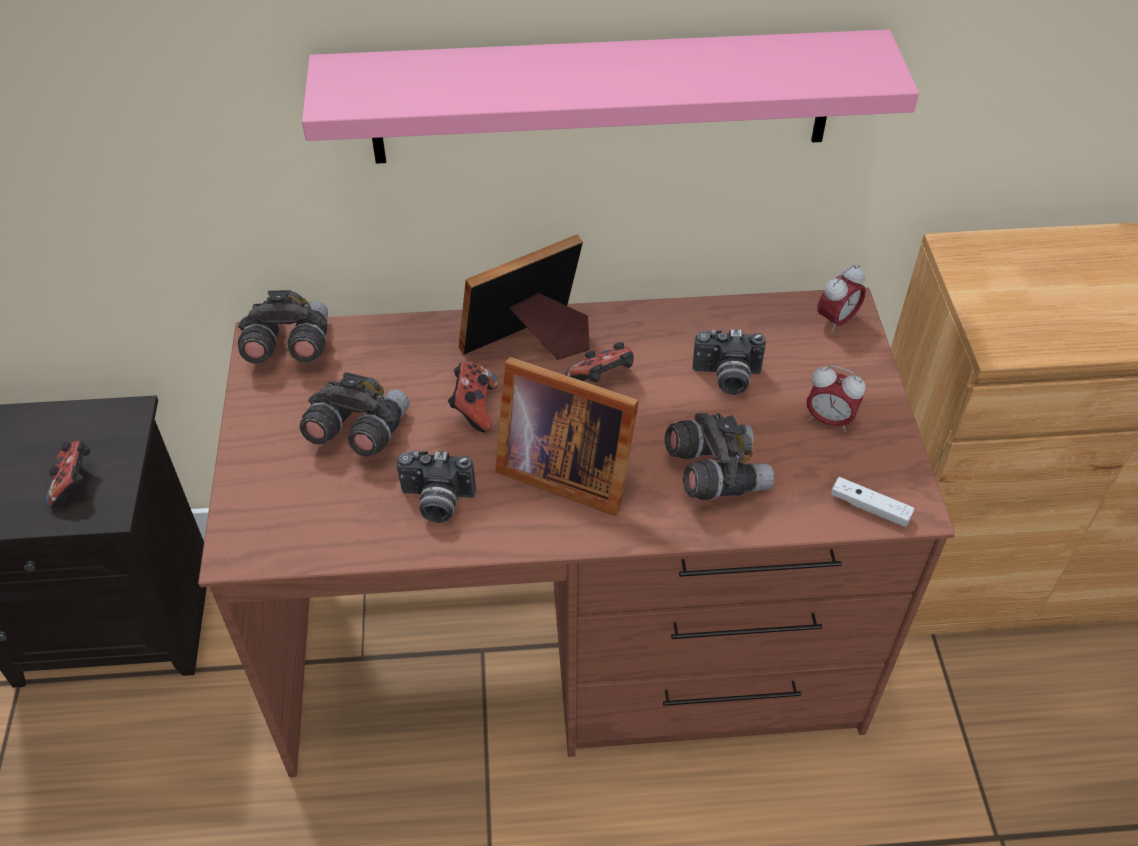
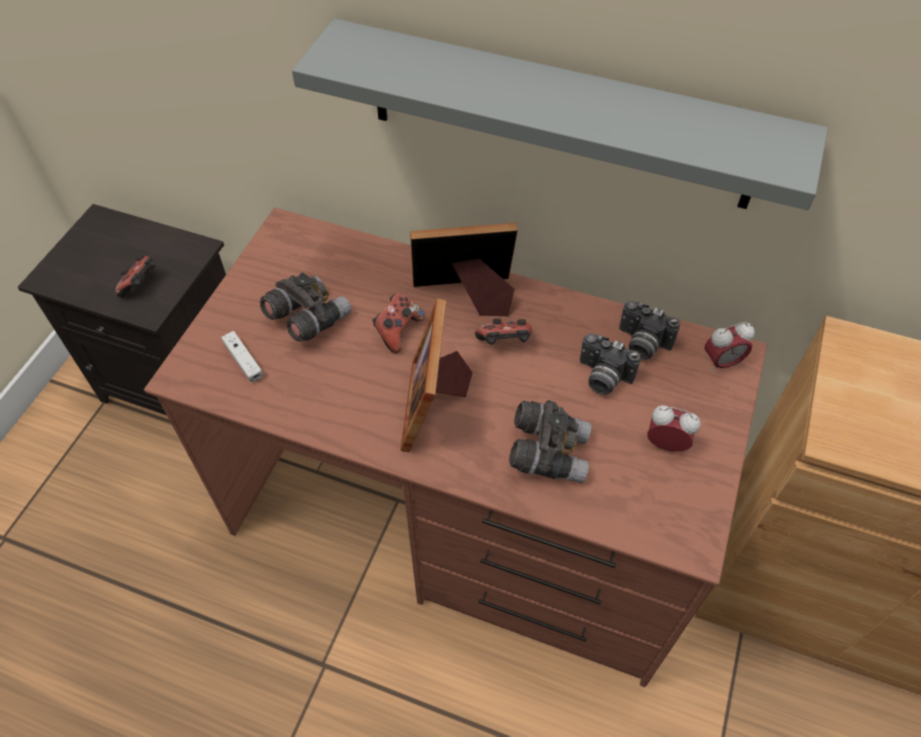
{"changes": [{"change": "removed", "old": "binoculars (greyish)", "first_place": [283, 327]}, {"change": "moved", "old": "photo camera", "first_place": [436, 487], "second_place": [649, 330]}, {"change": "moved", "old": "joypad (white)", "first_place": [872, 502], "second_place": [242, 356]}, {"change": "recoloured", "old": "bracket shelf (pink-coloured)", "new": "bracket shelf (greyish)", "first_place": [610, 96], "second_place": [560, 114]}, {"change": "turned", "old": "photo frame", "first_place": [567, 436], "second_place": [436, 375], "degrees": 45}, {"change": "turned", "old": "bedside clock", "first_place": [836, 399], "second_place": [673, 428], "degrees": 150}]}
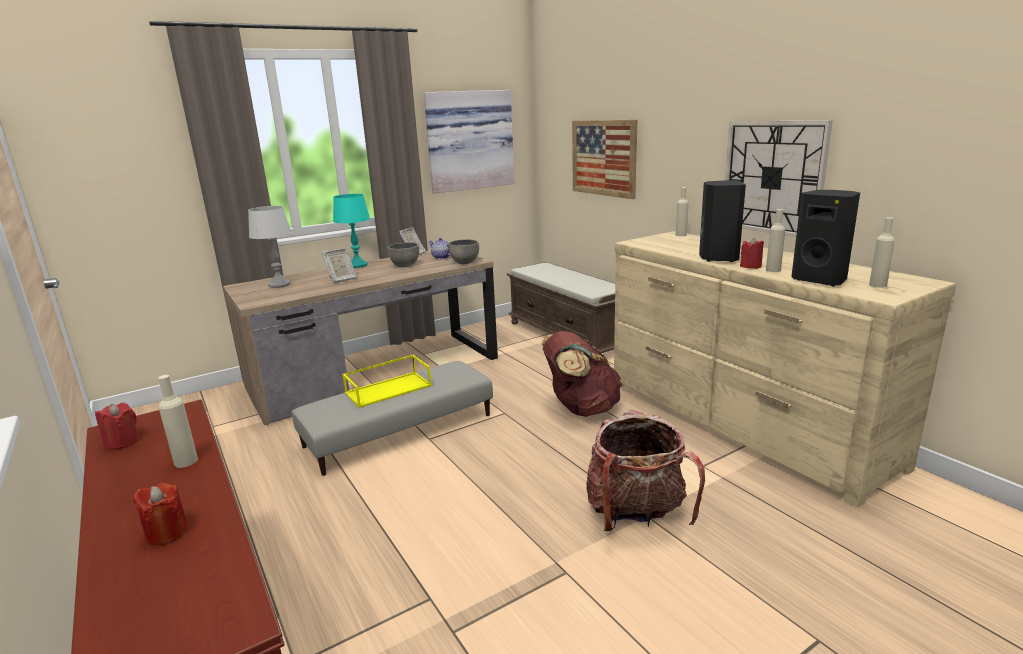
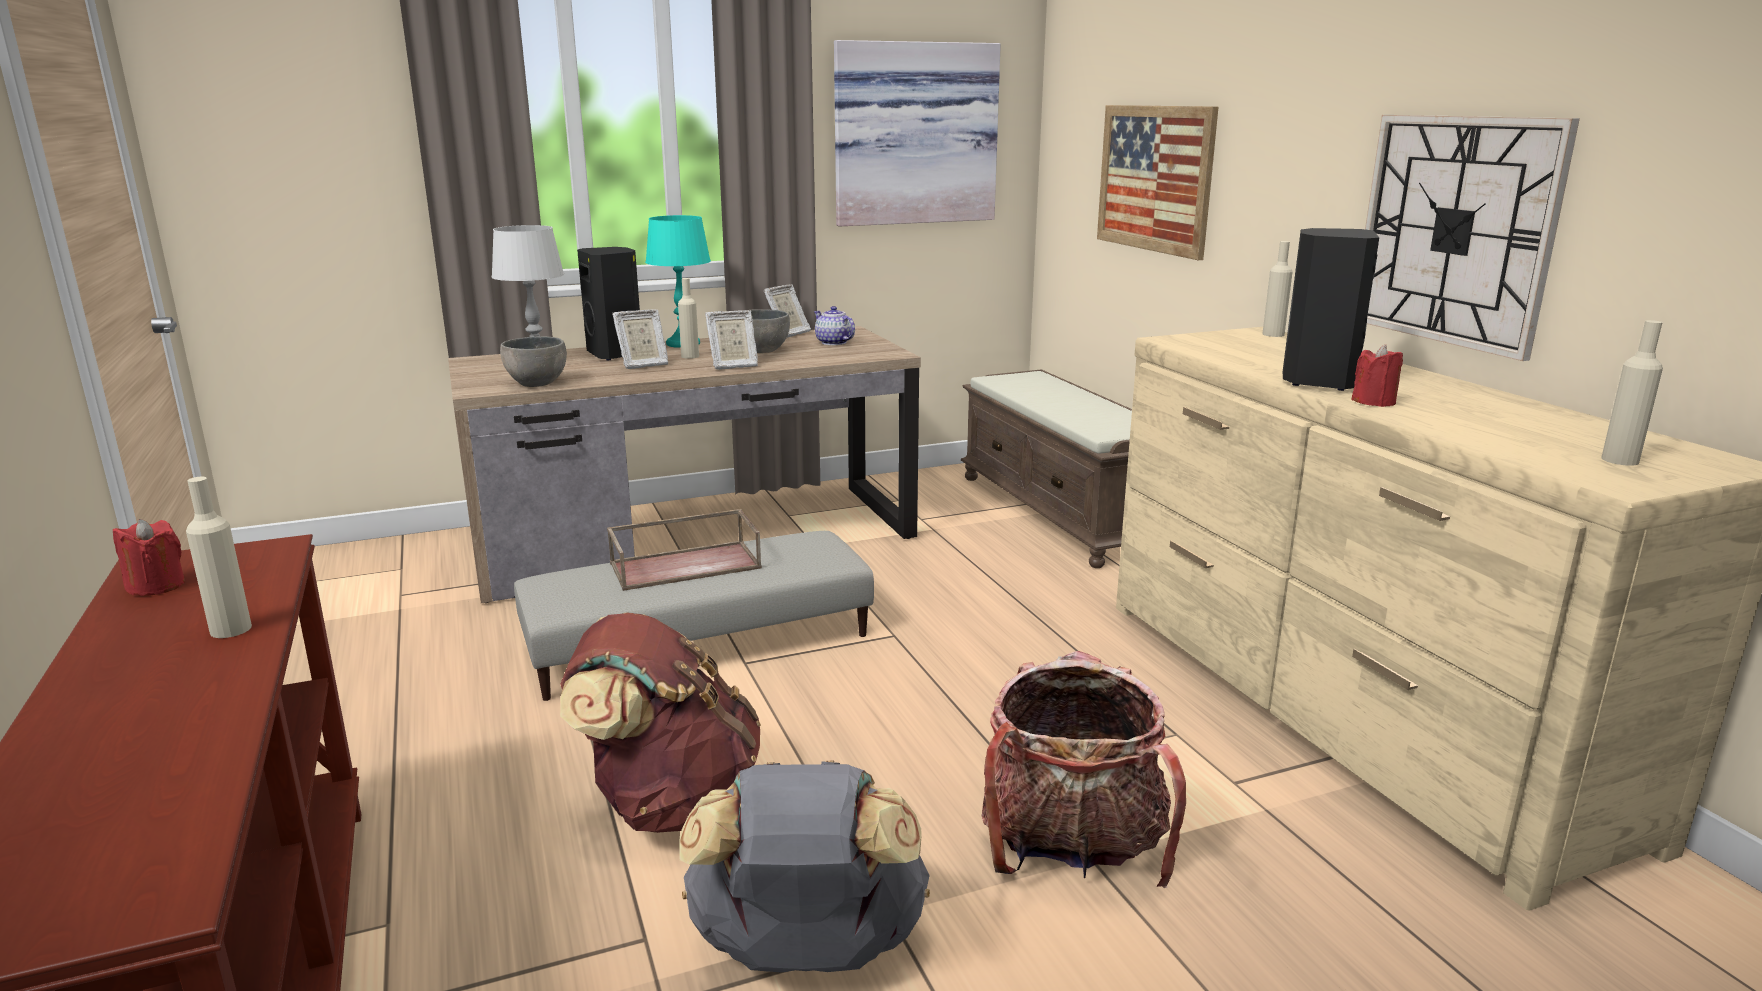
{"changes": [{"change": "removed", "old": "wax candle (reddish)", "first_place": [160, 514]}, {"change": "added", "new": "backpack (greyish)", "second_place": [804, 866]}, {"change": "added", "new": "photo frame", "second_place": [731, 340]}, {"change": "moved", "old": "serving bowl (greyish)", "first_place": [463, 251], "second_place": [533, 361]}, {"change": "moved", "old": "backpack (brown)", "first_place": [582, 374], "second_place": [660, 722]}, {"change": "moved", "old": "drink bottle (beige-coloured)", "first_place": [776, 240], "second_place": [688, 318]}, {"change": "moved", "old": "speaker (black-coloured)", "first_place": [825, 238], "second_place": [608, 304]}, {"change": "recoloured", "old": "carrying tray (yellowish)", "new": "carrying tray (brown)", "first_place": [387, 381], "second_place": [684, 550]}]}
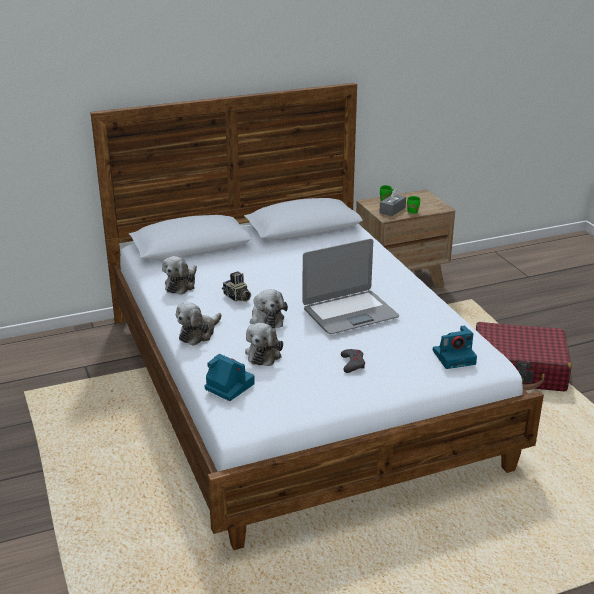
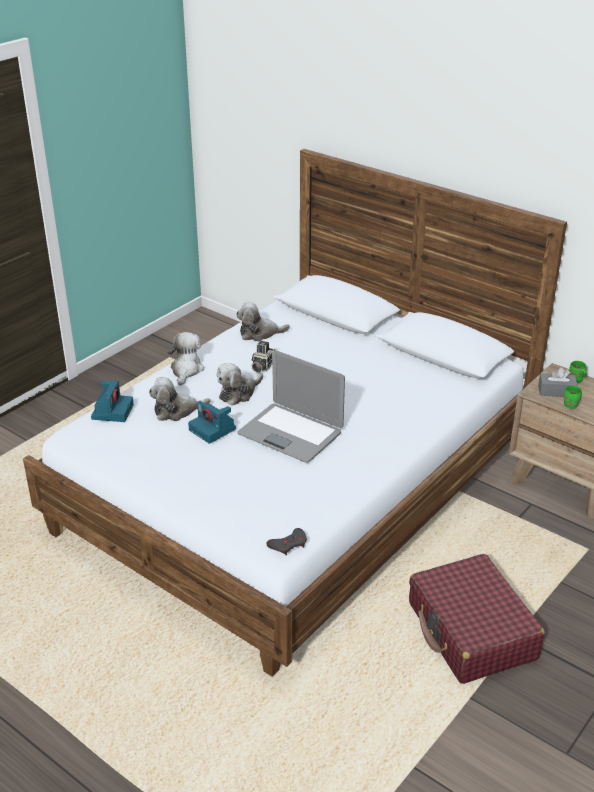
{"changes": [{"change": "moved", "old": "joypad (greyish)", "first_place": [353, 361], "second_place": [286, 541]}, {"change": "moved", "old": "photo camera", "first_place": [455, 347], "second_place": [212, 422]}, {"change": "turned", "old": "cuddly toy", "first_place": [198, 324], "second_place": [186, 359], "degrees": 90}]}
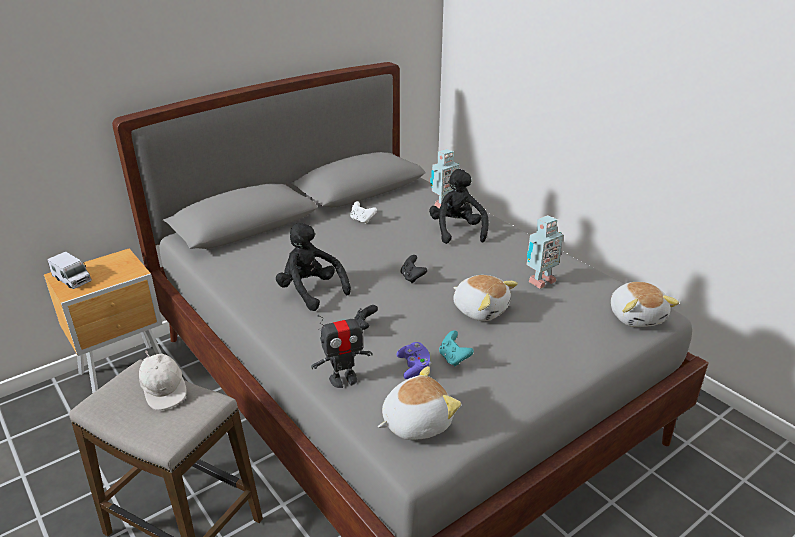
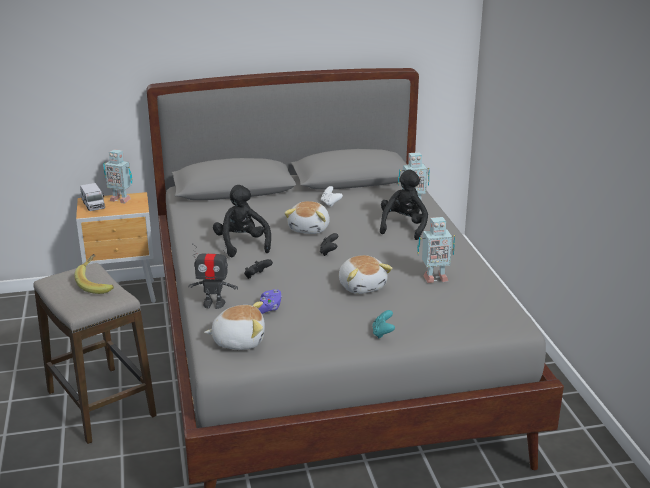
{"changes": [{"change": "added", "new": "toy robot", "second_place": [117, 176]}, {"change": "moved", "old": "joypad (blue-green)", "first_place": [456, 348], "second_place": [383, 324]}, {"change": "moved", "old": "cuddly toy", "first_place": [645, 304], "second_place": [307, 217]}, {"change": "replaced", "old": "baseball cap (white)", "new": "banana", "first_place": [163, 380], "second_place": [94, 274]}]}
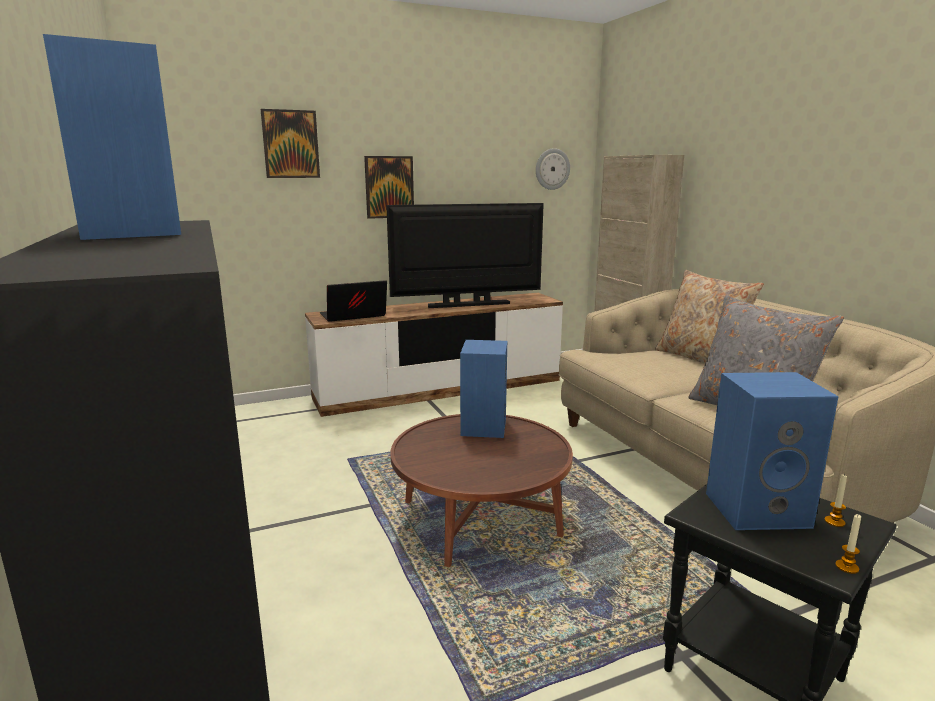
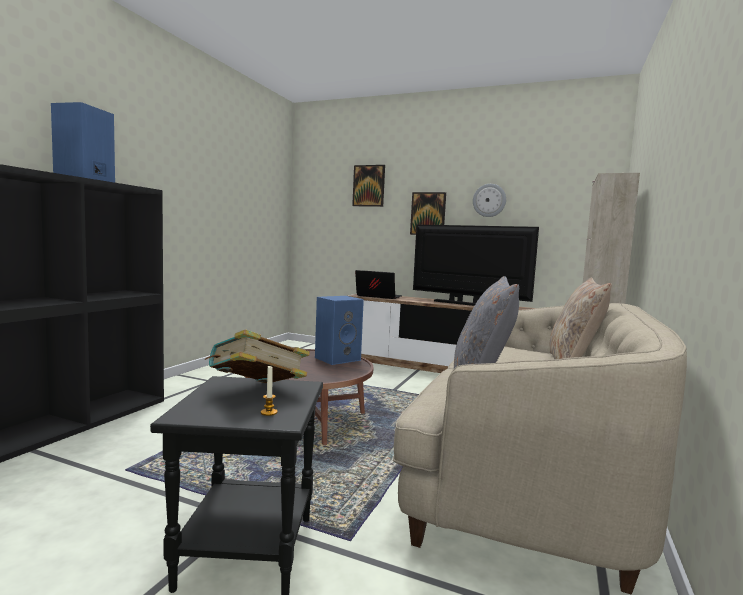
{"changes": [{"change": "removed", "old": "wax candle", "first_place": [848, 544]}, {"change": "moved", "old": "wall clock", "first_place": [553, 169], "second_place": [489, 200]}, {"change": "replaced", "old": "speaker (blue-coloured)", "new": "volume", "first_place": [772, 451], "second_place": [257, 356]}]}
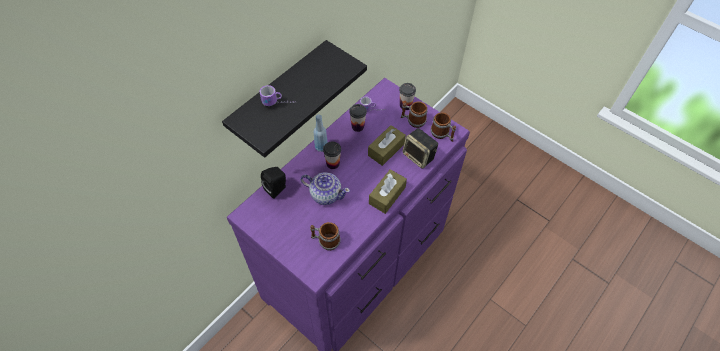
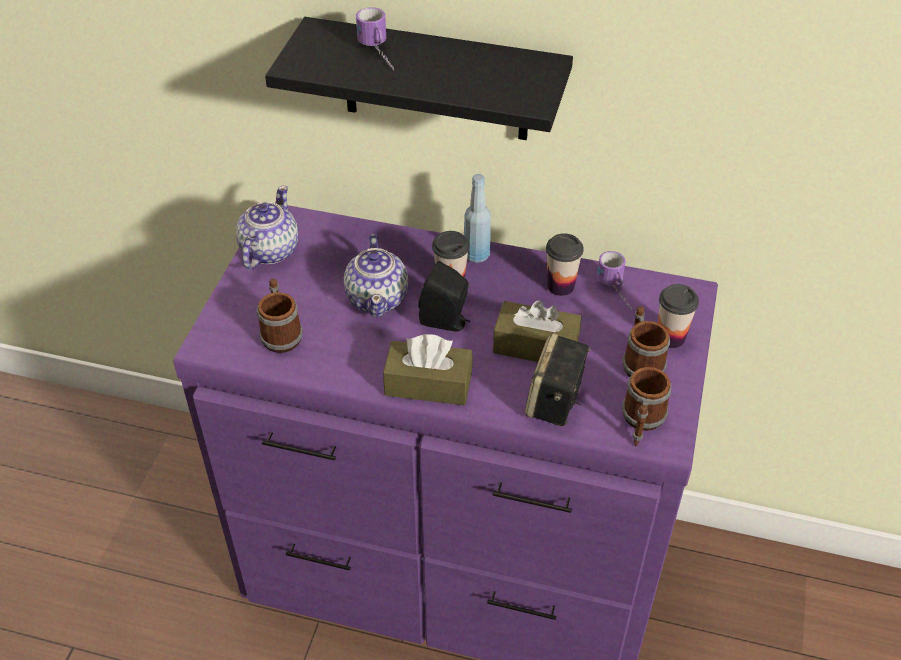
{"changes": [{"change": "added", "new": "pot for tea", "second_place": [267, 228]}, {"change": "moved", "old": "speaker (black-coloured)", "first_place": [273, 183], "second_place": [444, 296]}]}
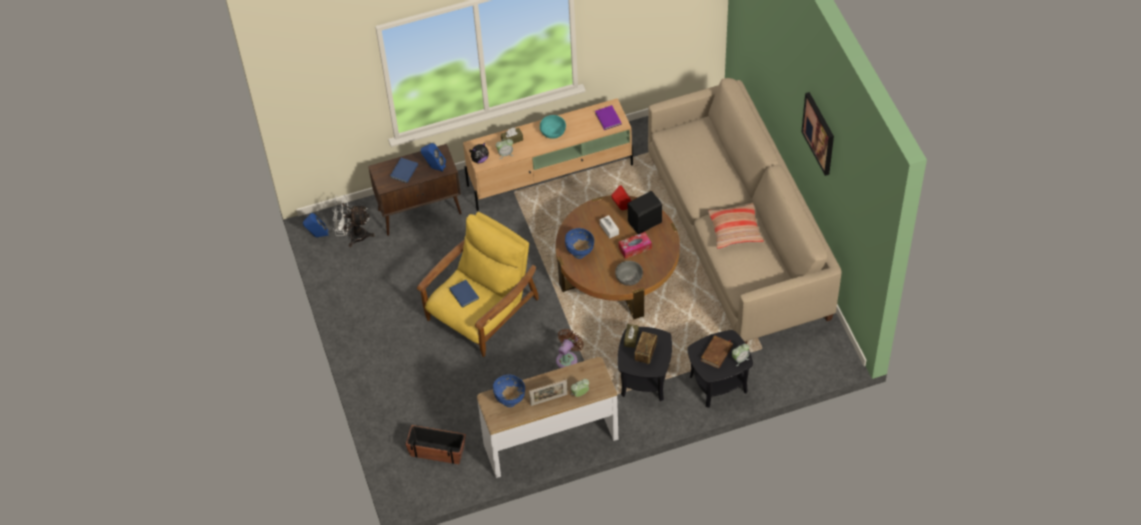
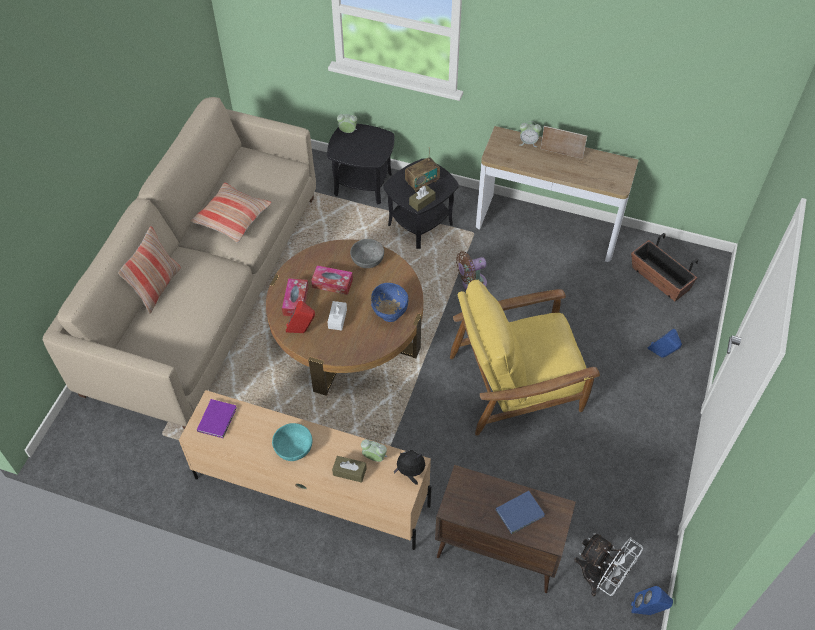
{"changes": [{"change": "removed", "old": "volume (blue-coloured)", "first_place": [464, 294]}, {"change": "removed", "old": "serving bowl (blue-coloured)", "first_place": [509, 391]}, {"change": "removed", "old": "volume (brown)", "first_place": [717, 352]}, {"change": "removed", "old": "picture", "first_place": [817, 134]}, {"change": "added", "new": "pillow", "second_place": [149, 270]}, {"change": "moved", "old": "speaker (blue-coloured)", "first_place": [433, 157], "second_place": [665, 343]}, {"change": "replaced", "old": "speaker (black-coloured)", "new": "box of tissues", "first_place": [645, 212], "second_place": [295, 297]}]}
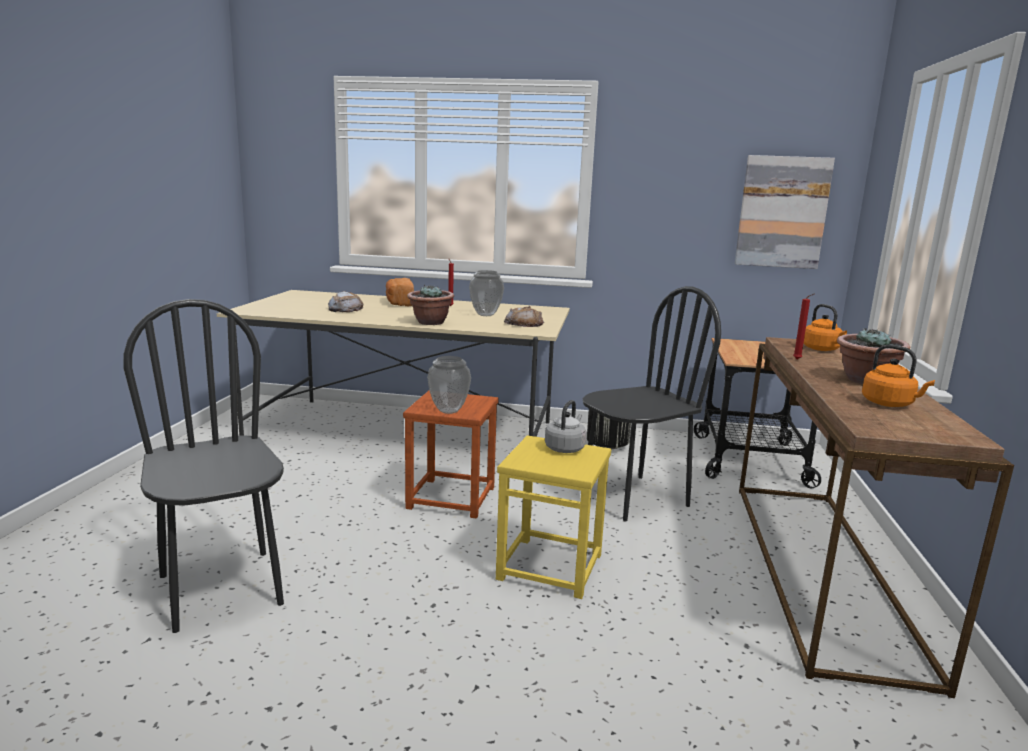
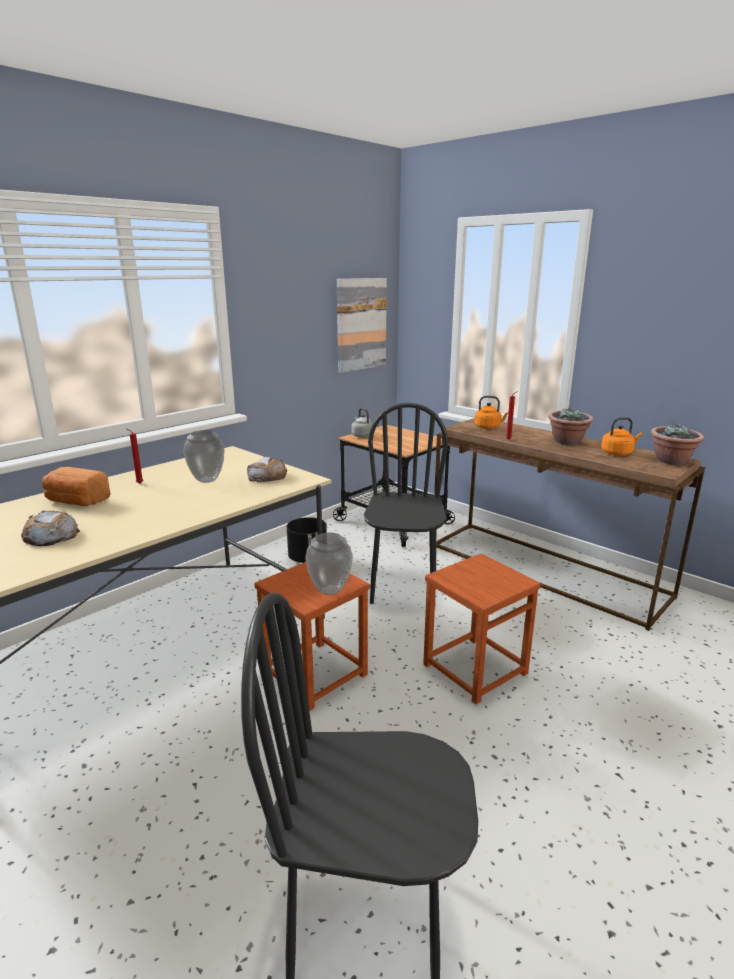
{"changes": [{"change": "moved", "old": "plant in a pot", "first_place": [430, 305], "second_place": [677, 444]}, {"change": "moved", "old": "water kettle (greyish)", "first_place": [565, 426], "second_place": [362, 423]}, {"change": "recoloured", "old": "sitting stool (yellowish)", "new": "sitting stool (brown)", "first_place": [553, 517], "second_place": [482, 629]}]}
